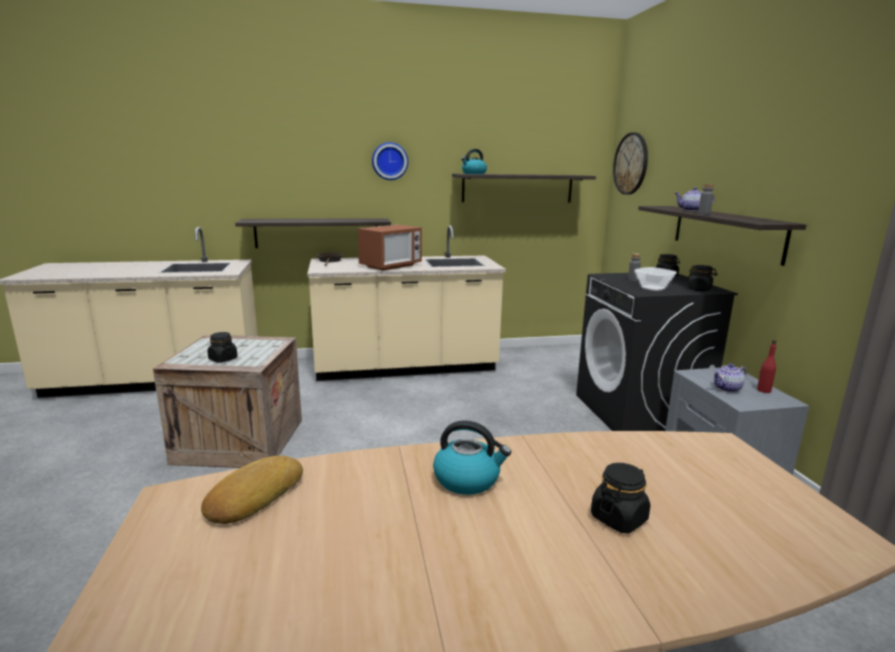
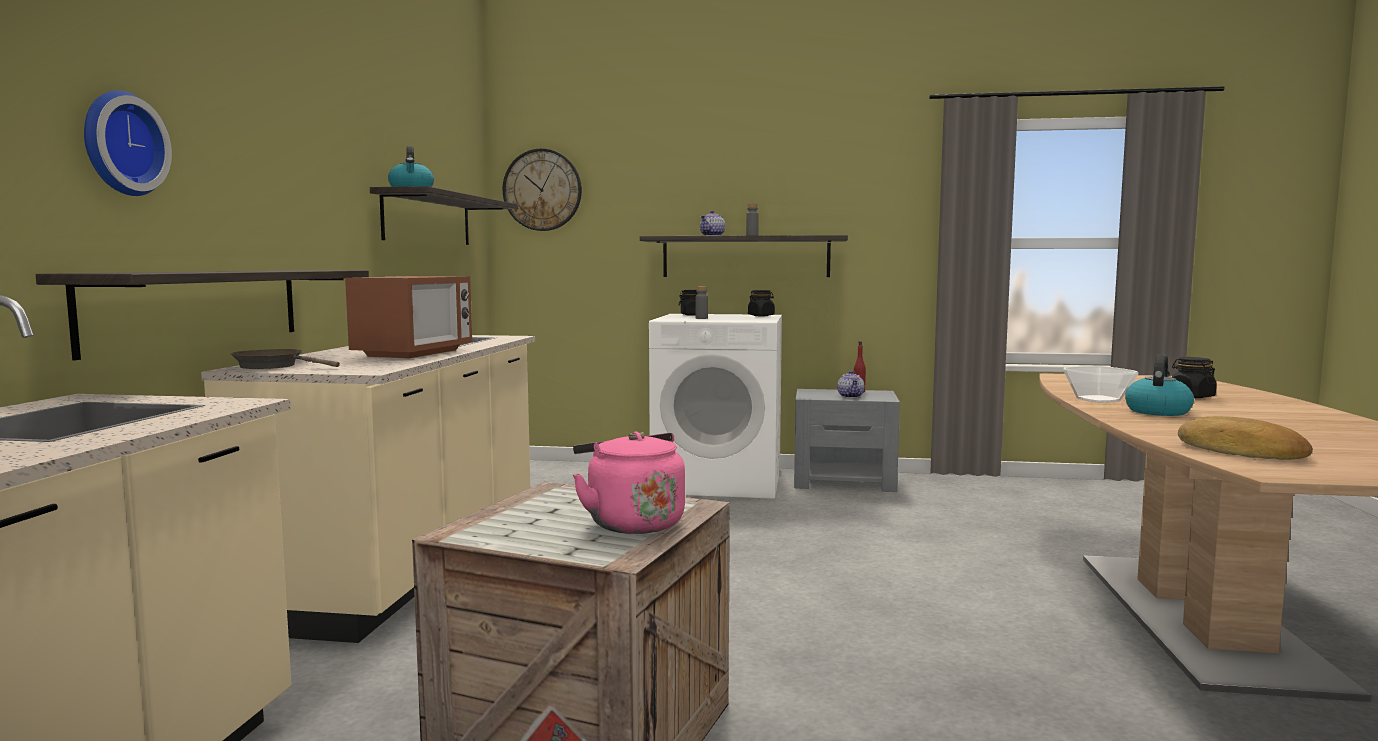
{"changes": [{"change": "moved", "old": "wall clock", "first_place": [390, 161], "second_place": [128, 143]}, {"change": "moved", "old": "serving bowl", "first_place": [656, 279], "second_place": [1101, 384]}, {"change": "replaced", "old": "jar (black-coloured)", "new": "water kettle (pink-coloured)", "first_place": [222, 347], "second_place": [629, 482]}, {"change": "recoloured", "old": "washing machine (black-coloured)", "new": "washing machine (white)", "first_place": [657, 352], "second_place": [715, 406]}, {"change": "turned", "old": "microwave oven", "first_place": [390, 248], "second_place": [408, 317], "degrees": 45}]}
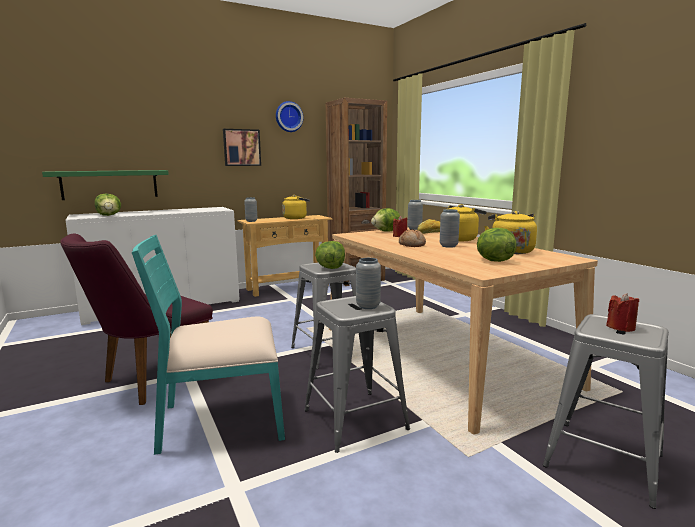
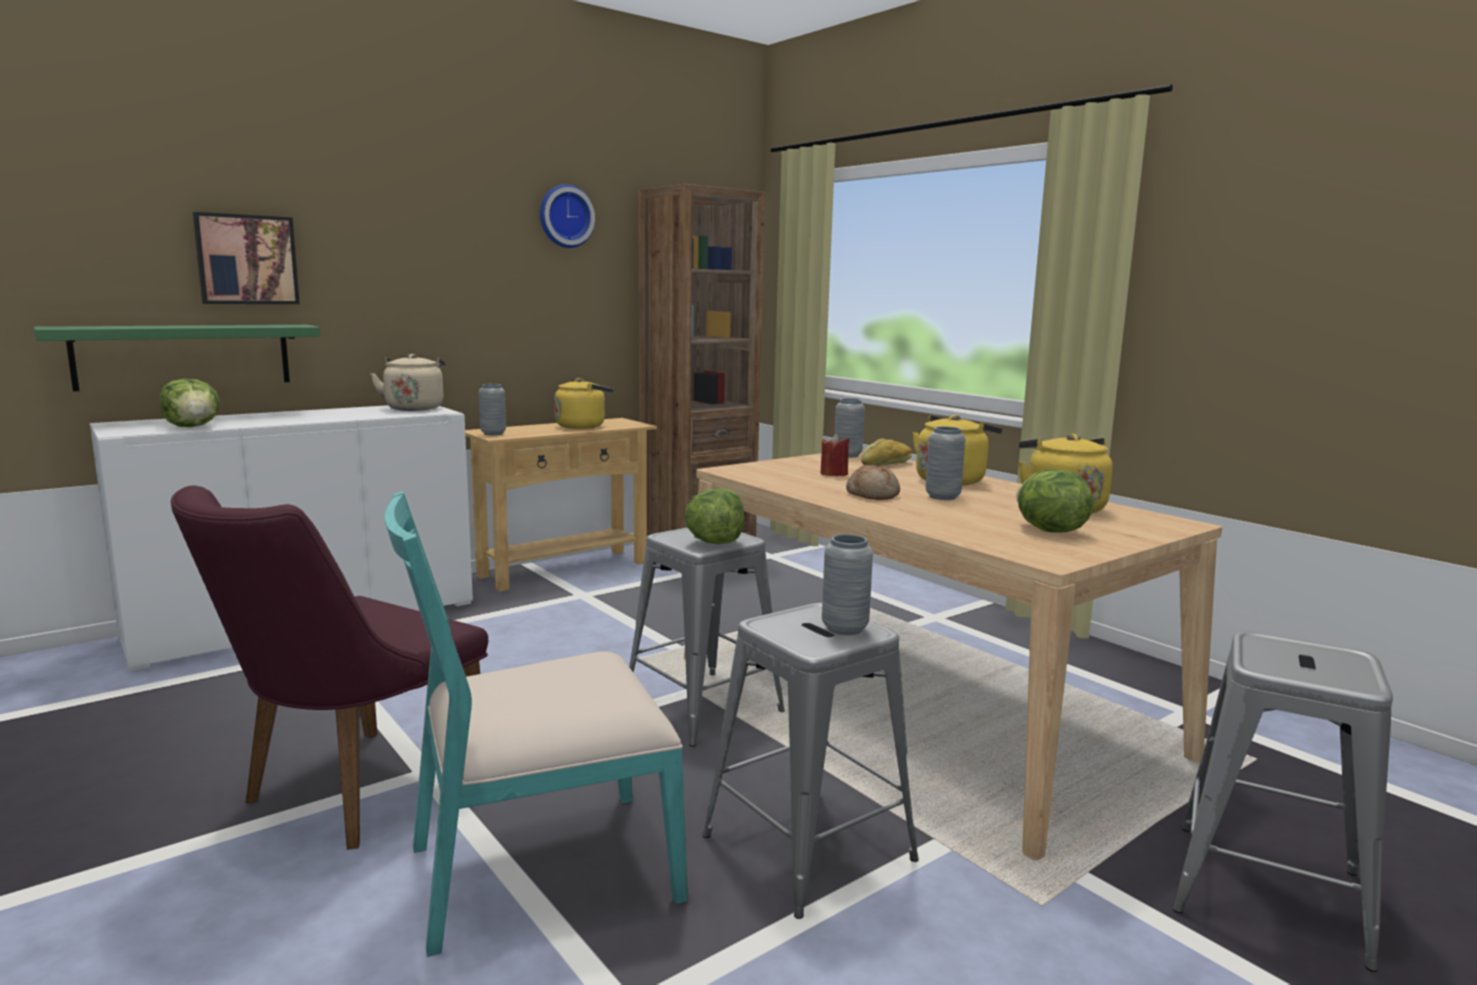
{"changes": [{"change": "removed", "old": "head of lettuce", "first_place": [385, 220]}, {"change": "removed", "old": "wax candle (reddish)", "first_place": [622, 312]}, {"change": "added", "new": "water kettle (beige-coloured)", "second_place": [407, 382]}, {"change": "moved", "old": "picture", "first_place": [242, 147], "second_place": [246, 258]}]}
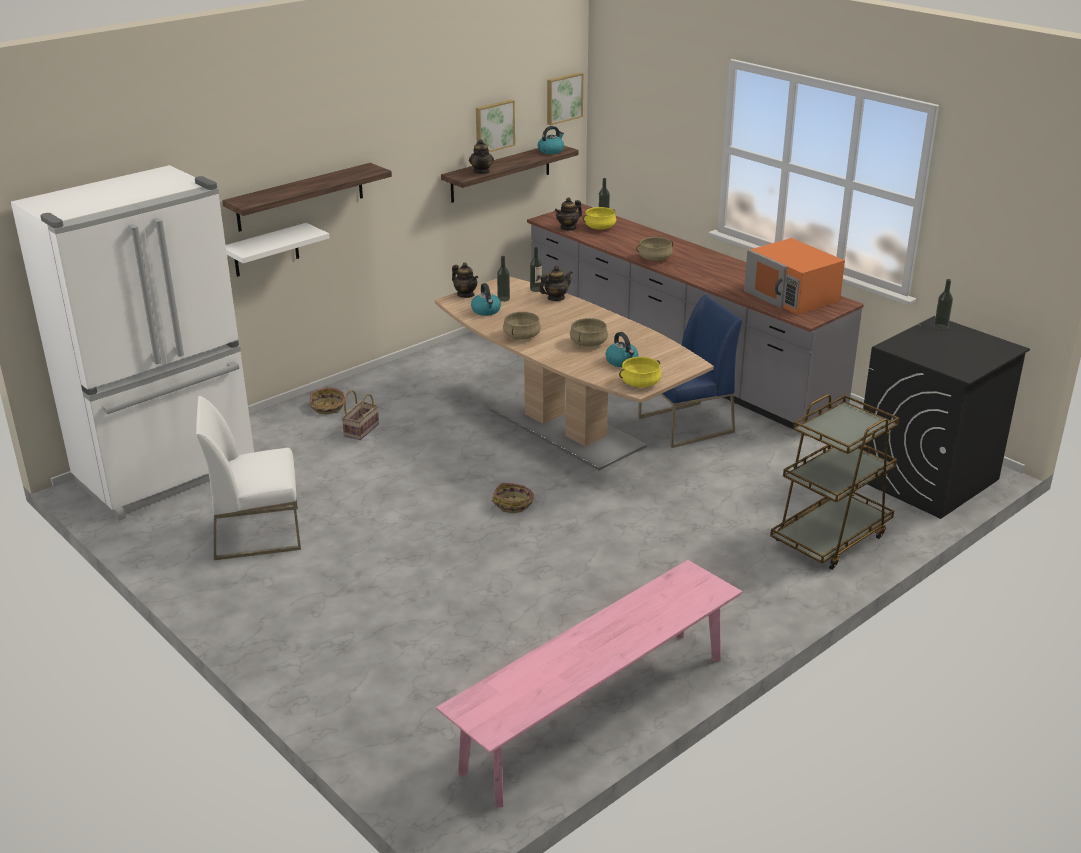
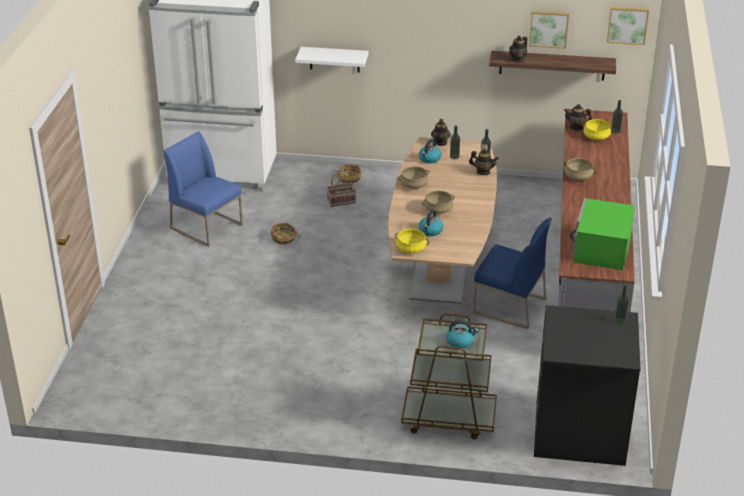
{"changes": [{"change": "removed", "old": "bracket shelf", "first_place": [307, 197]}, {"change": "removed", "old": "bench (pink-coloured)", "first_place": [589, 684]}, {"change": "moved", "old": "household basket", "first_place": [513, 498], "second_place": [285, 233]}, {"change": "moved", "old": "water kettle", "first_place": [551, 140], "second_place": [462, 334]}, {"change": "recoloured", "old": "plain chair (white)", "new": "plain chair (blue-coloured)", "first_place": [248, 478], "second_place": [203, 189]}, {"change": "recoloured", "old": "microwave oven (orangey)", "new": "microwave oven (greenish)", "first_place": [794, 276], "second_place": [602, 234]}]}
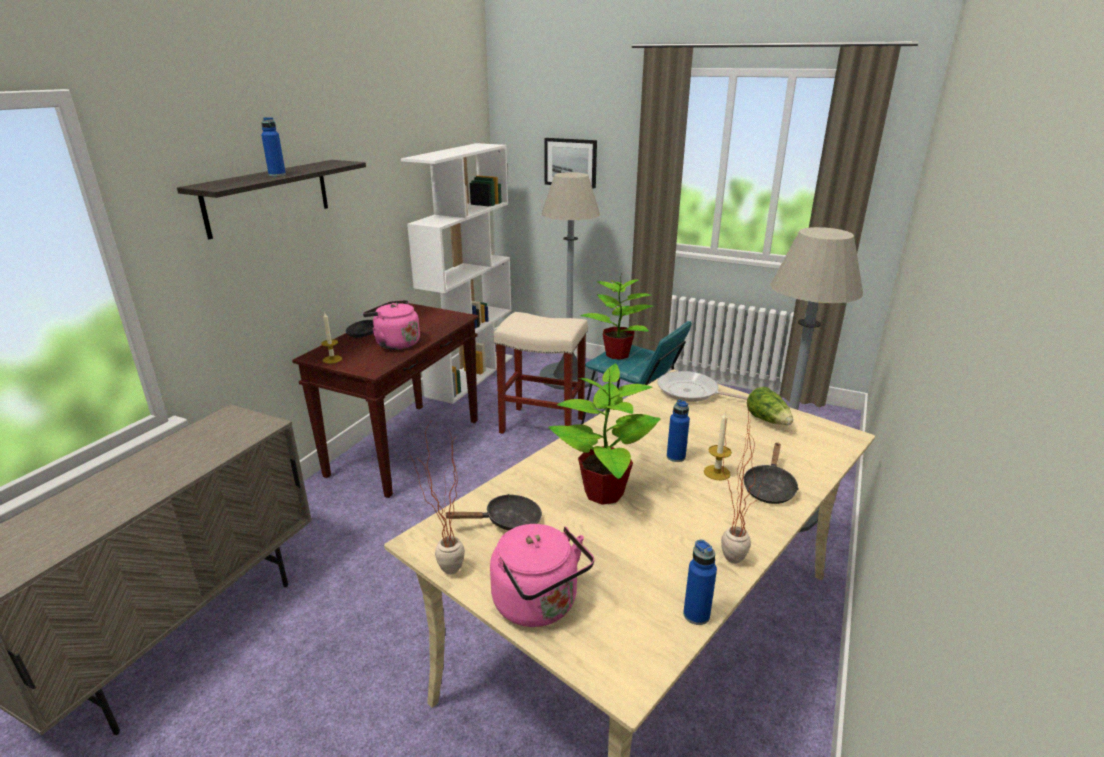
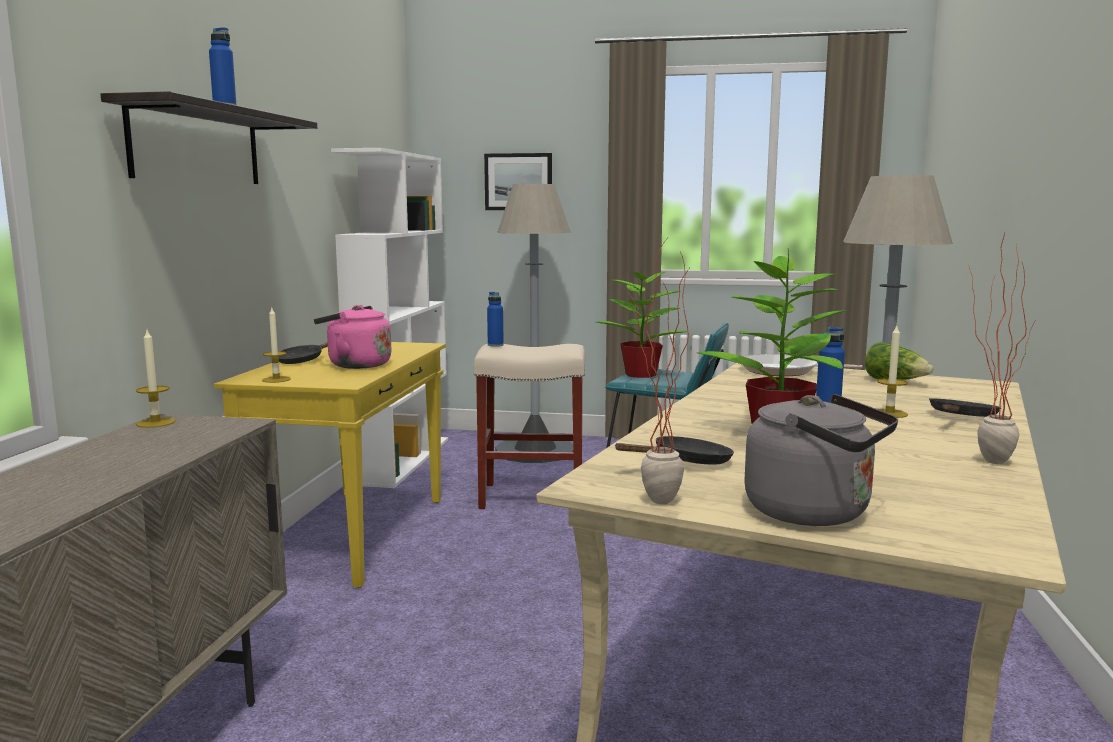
{"changes": [{"change": "added", "new": "wax candle", "second_place": [155, 379]}, {"change": "moved", "old": "drink bottle (blue-coloured)", "first_place": [700, 582], "second_place": [495, 319]}, {"change": "recoloured", "old": "narrow table (brown)", "new": "narrow table (yellowish)", "first_place": [385, 400], "second_place": [330, 465]}, {"change": "recoloured", "old": "water kettle (pink-coloured)", "new": "water kettle (greyish)", "first_place": [542, 575], "second_place": [821, 460]}, {"change": "turned", "old": "frying pan (black-coloured)", "first_place": [771, 473], "second_place": [965, 407], "degrees": -150}]}
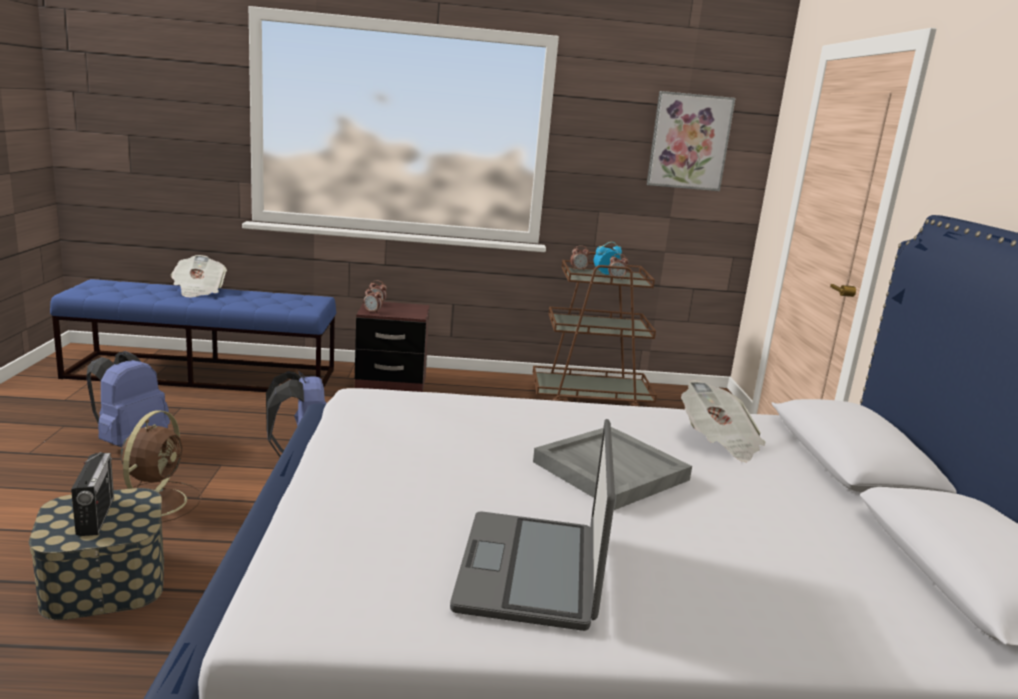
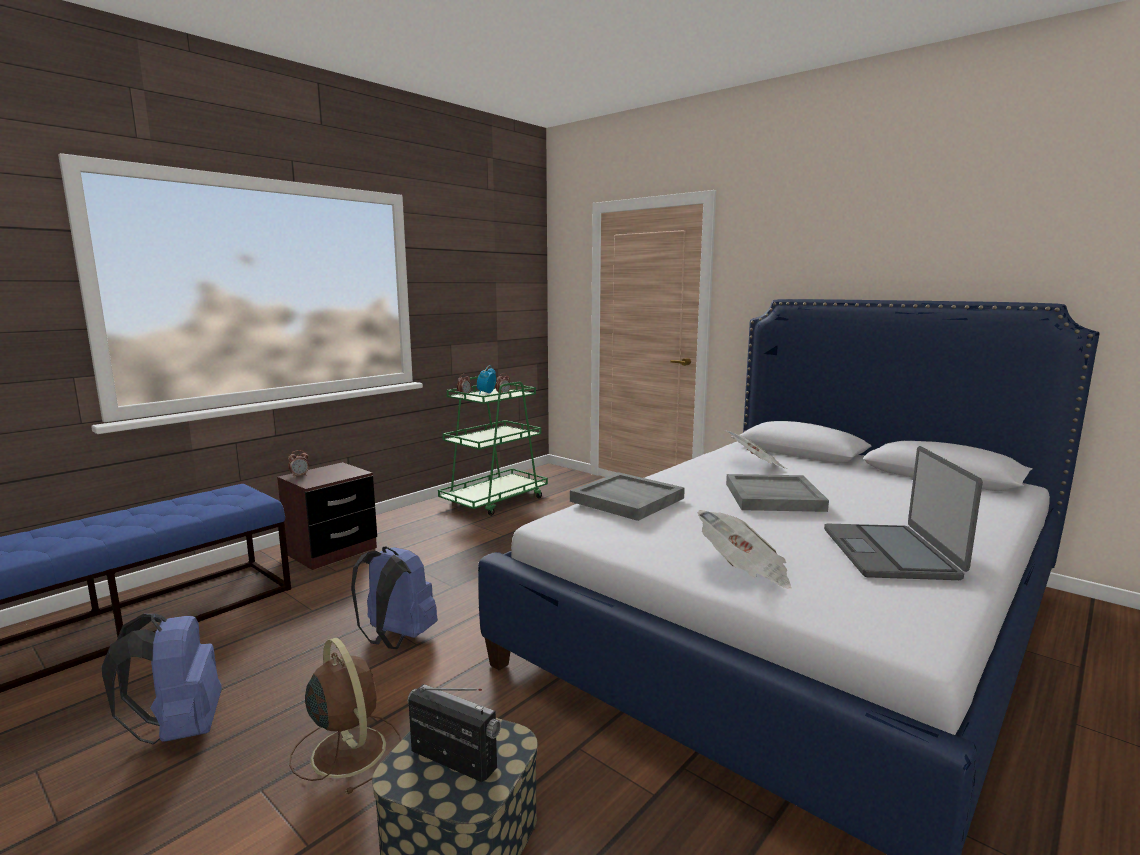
{"changes": [{"change": "removed", "old": "bedside clock", "first_place": [373, 300]}, {"change": "removed", "old": "picture", "first_place": [690, 141]}, {"change": "added", "new": "carrying tray (greyish)", "second_place": [627, 496]}, {"change": "moved", "old": "newspaper", "first_place": [199, 276], "second_place": [744, 549]}, {"change": "recoloured", "old": "cart (brown)", "new": "cart (greenish)", "first_place": [595, 329], "second_place": [493, 446]}, {"change": "turned", "old": "portable computer", "first_place": [532, 525], "second_place": [903, 513], "degrees": 45}]}
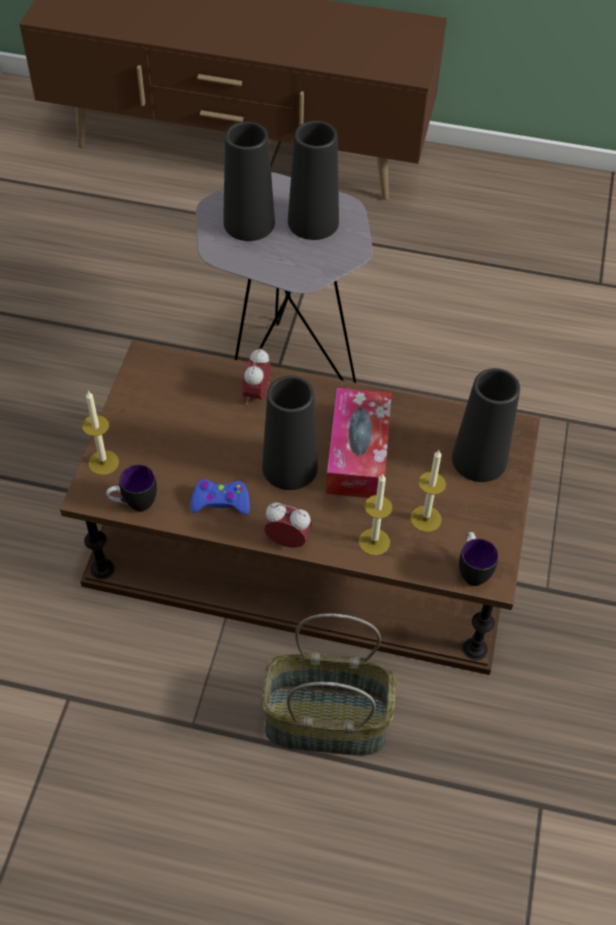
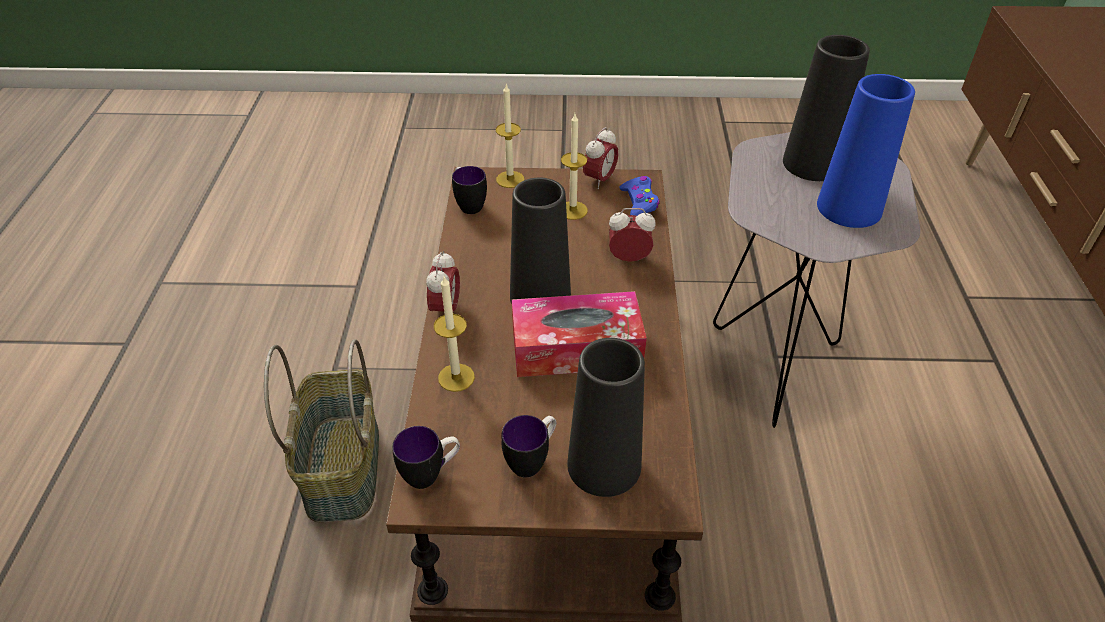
{"changes": [{"change": "added", "new": "coffee mug", "second_place": [528, 446]}, {"change": "added", "new": "bedside clock", "second_place": [600, 158]}, {"change": "moved", "old": "joypad (blue-coloured)", "first_place": [220, 497], "second_place": [639, 196]}, {"change": "moved", "old": "wax candle", "first_place": [428, 491], "second_place": [574, 167]}, {"change": "recoloured", "old": "vase (black-coloured)", "new": "vase (blue-coloured)", "first_place": [313, 180], "second_place": [866, 151]}]}
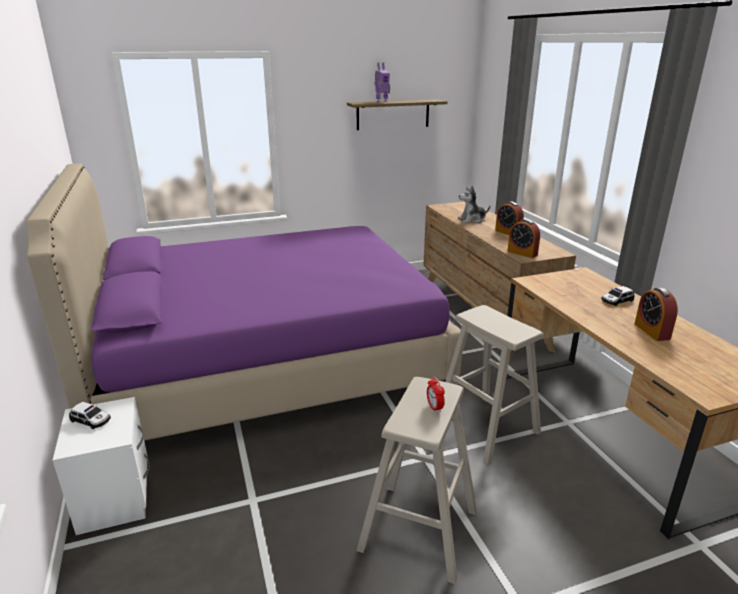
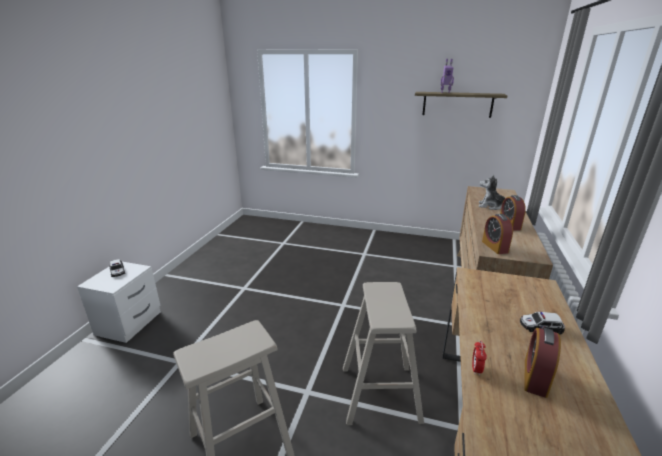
{"changes": [{"change": "removed", "old": "sleeping bed (purplish)", "first_place": [244, 302]}, {"change": "moved", "old": "bedside clock", "first_place": [436, 395], "second_place": [479, 358]}]}
